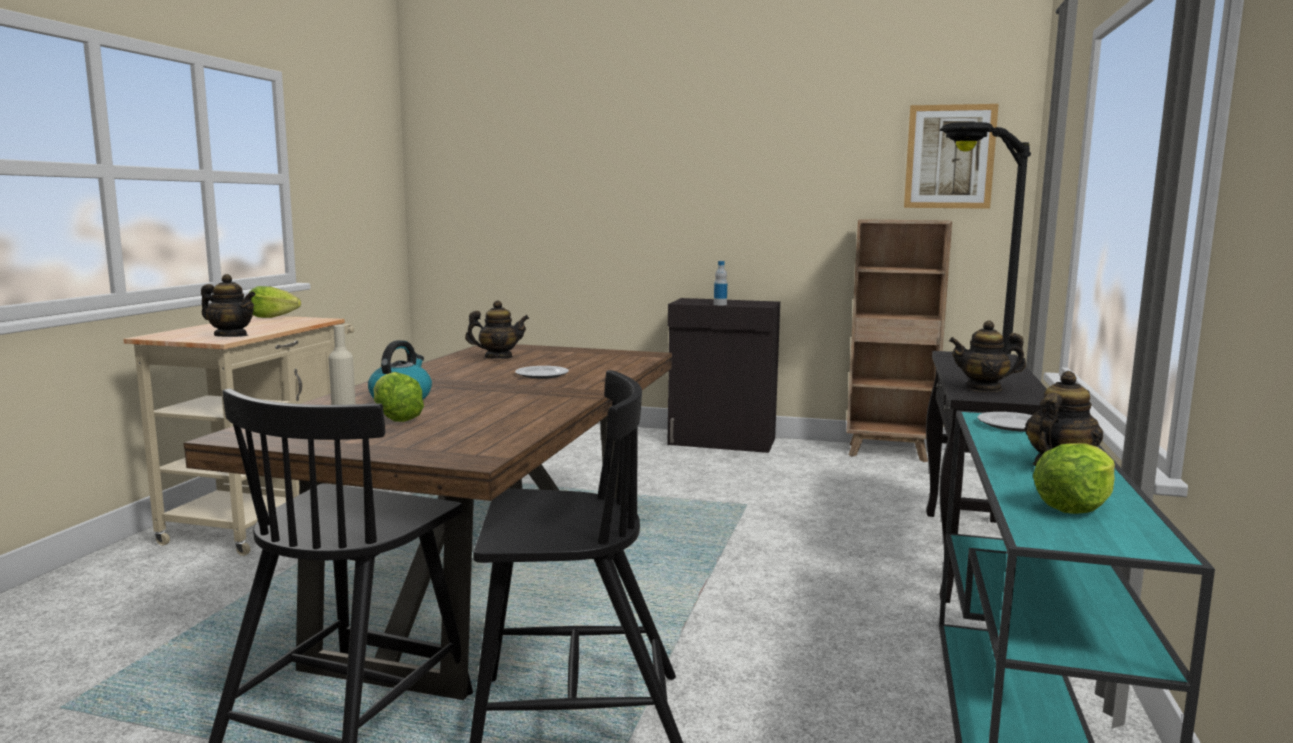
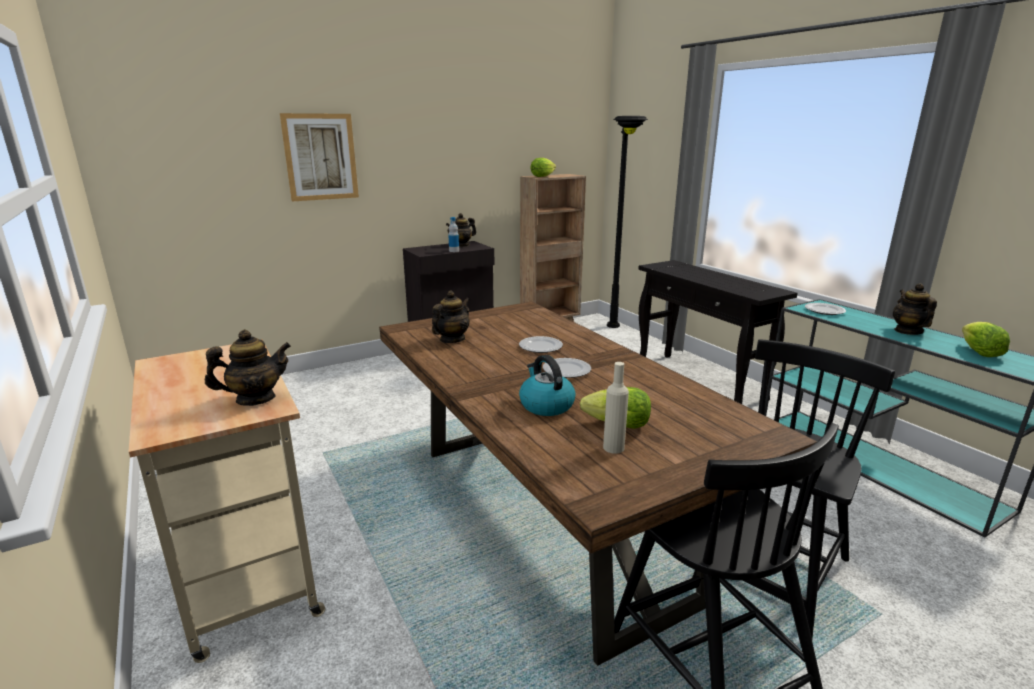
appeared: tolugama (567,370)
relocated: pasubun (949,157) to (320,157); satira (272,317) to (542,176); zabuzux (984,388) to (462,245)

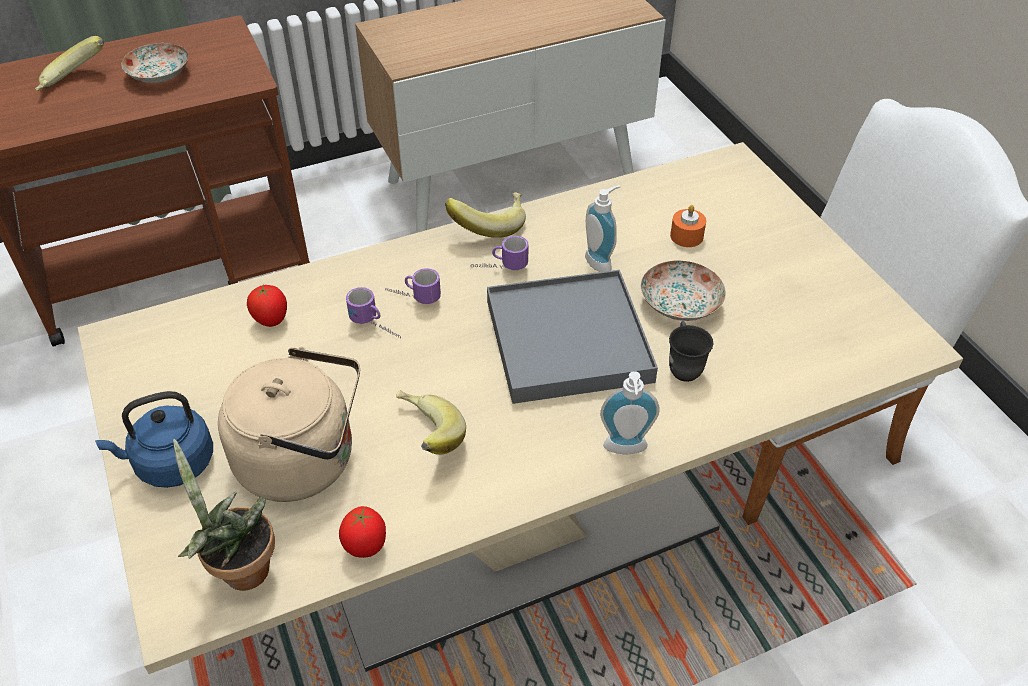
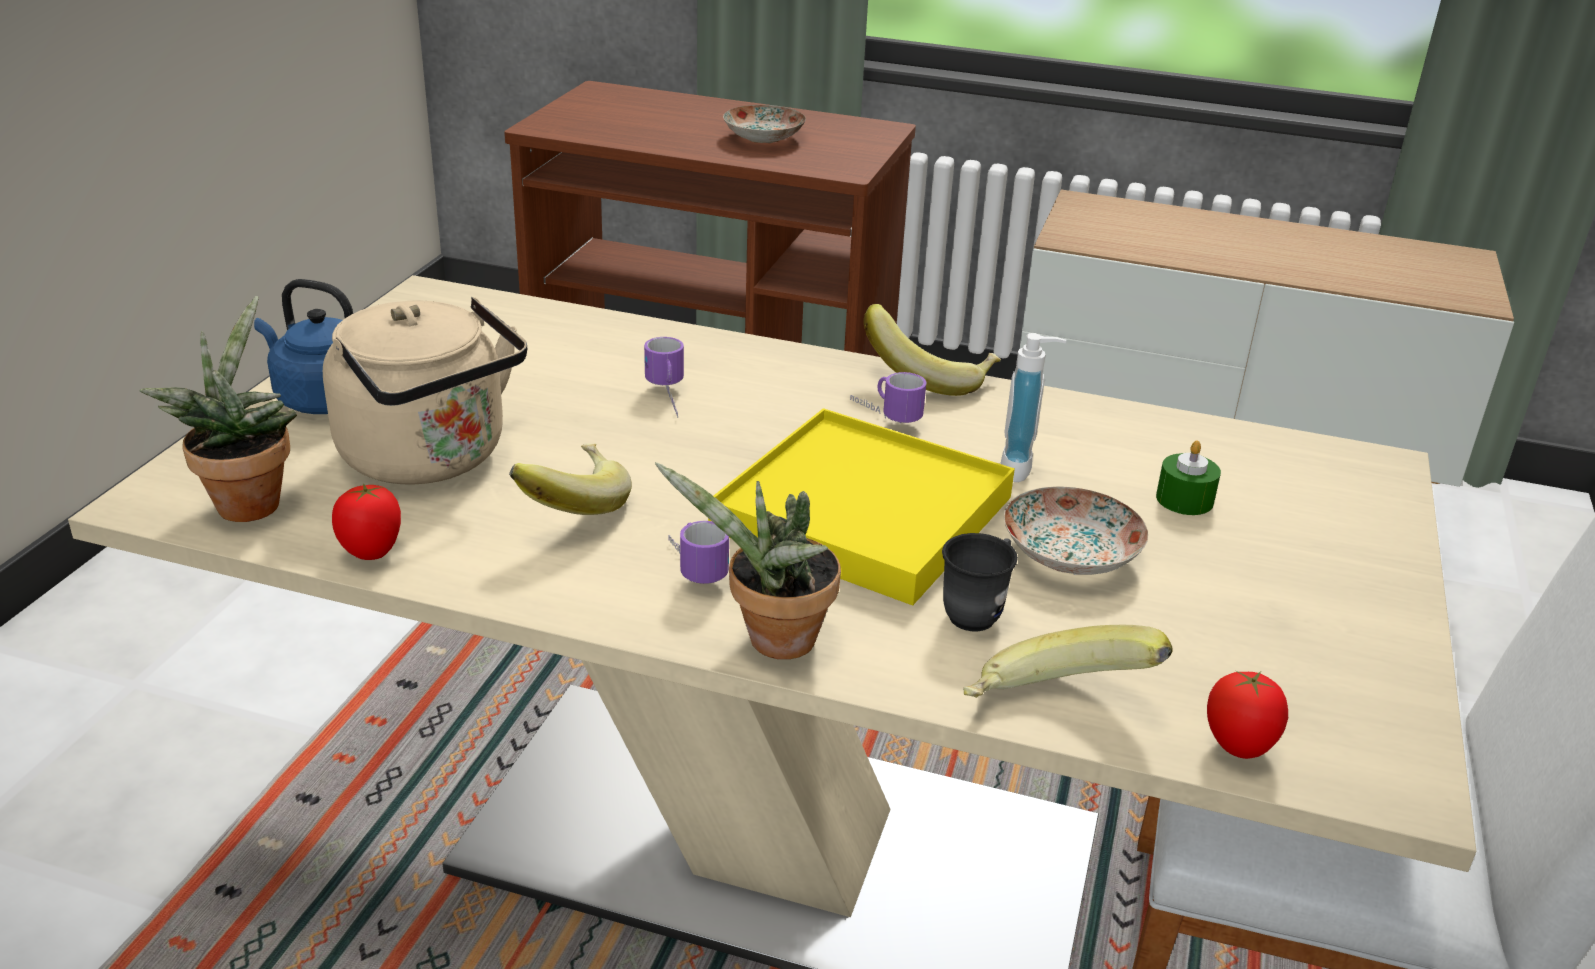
relocated: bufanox (75,83) to (1056,708); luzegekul (413,297) to (692,568); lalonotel (271,321) to (1238,748)
exchanged: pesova (625,450) to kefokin (772,642)
colour: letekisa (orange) (686,236) to letekisa (green) (1184,499); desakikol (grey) (568,341) to desakikol (yellow) (863,514)

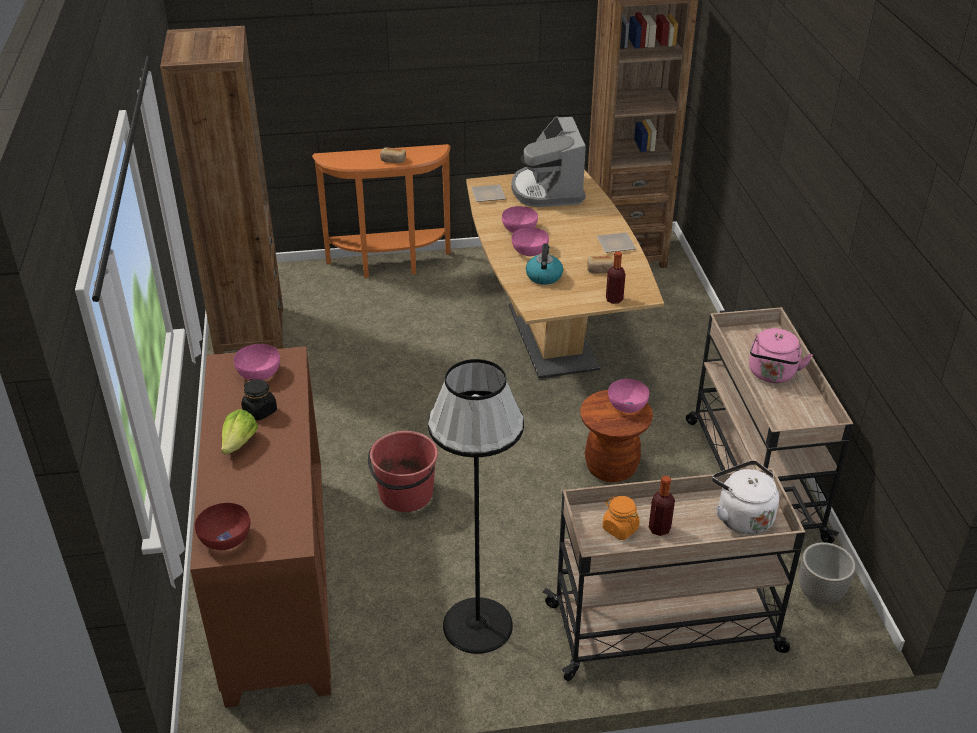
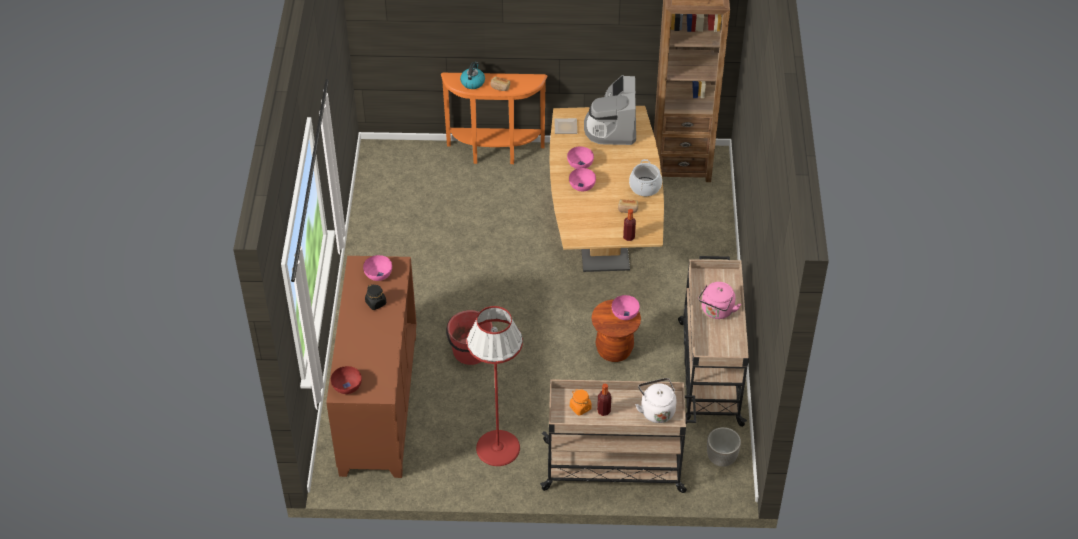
missing: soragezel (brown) (249,332); satira (239,443)
relocated: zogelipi (544,276) to (472,82)
exchanged: tolugama (614,244) to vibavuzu (645,187)
colour: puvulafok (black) (477,625) to puvulafok (red) (497,448)

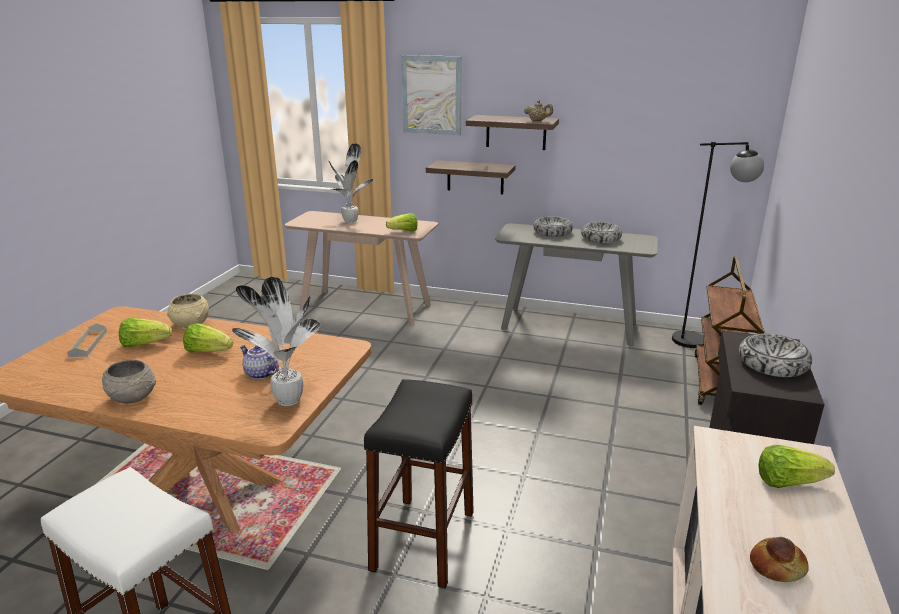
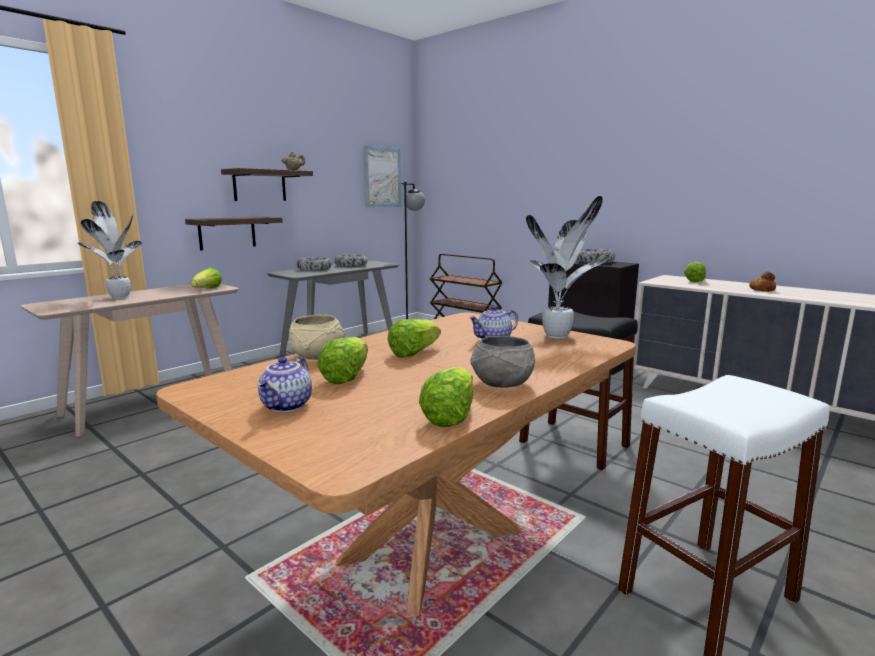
appeared: satira (450,416)
relocated: pasubun (431,95) to (382,177)
exchanged: desakikol (grey) (88,343) to zabuzux (287,406)

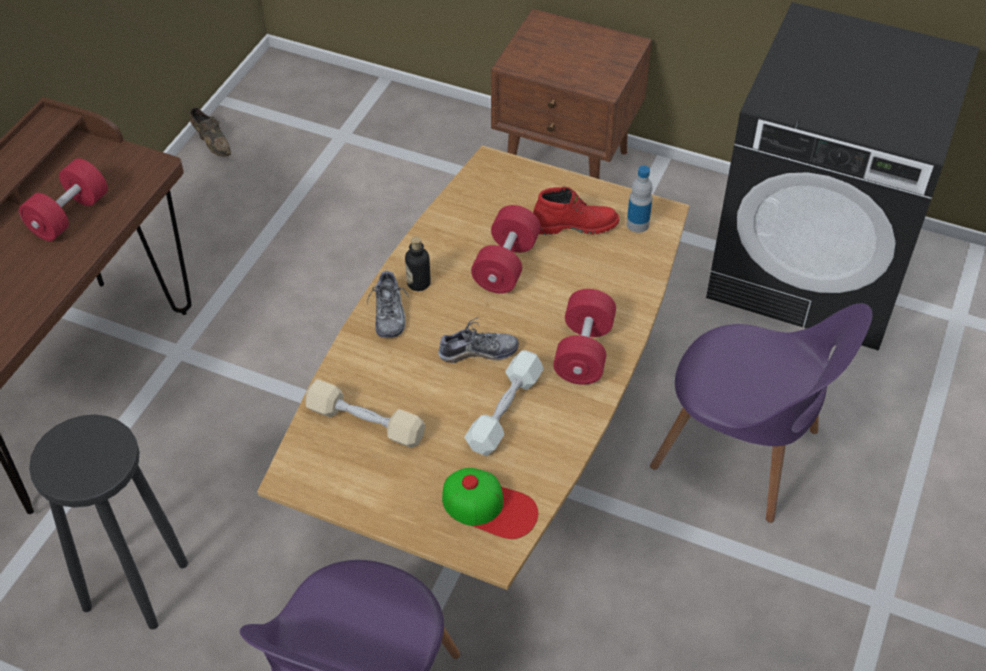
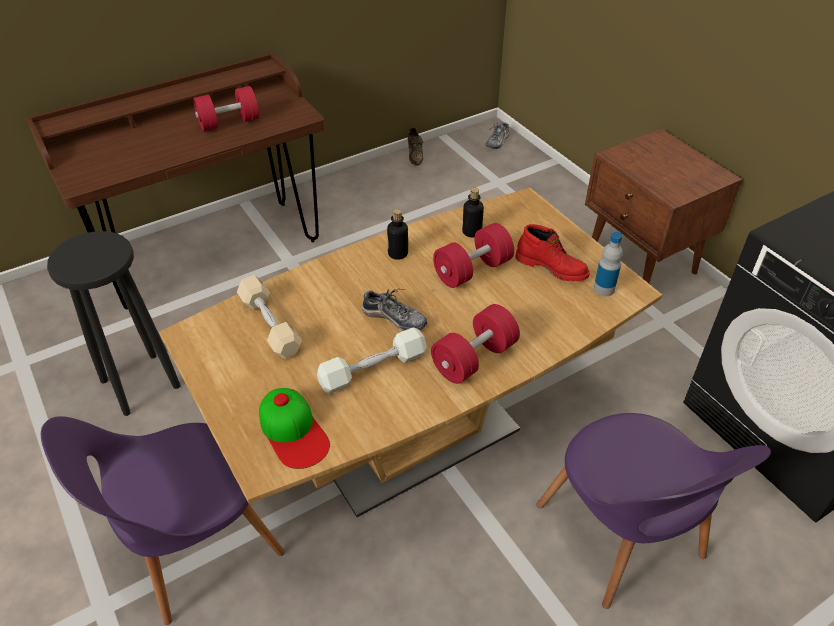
appeared: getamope (472,232)
relocated: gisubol (389,313) to (497,141)

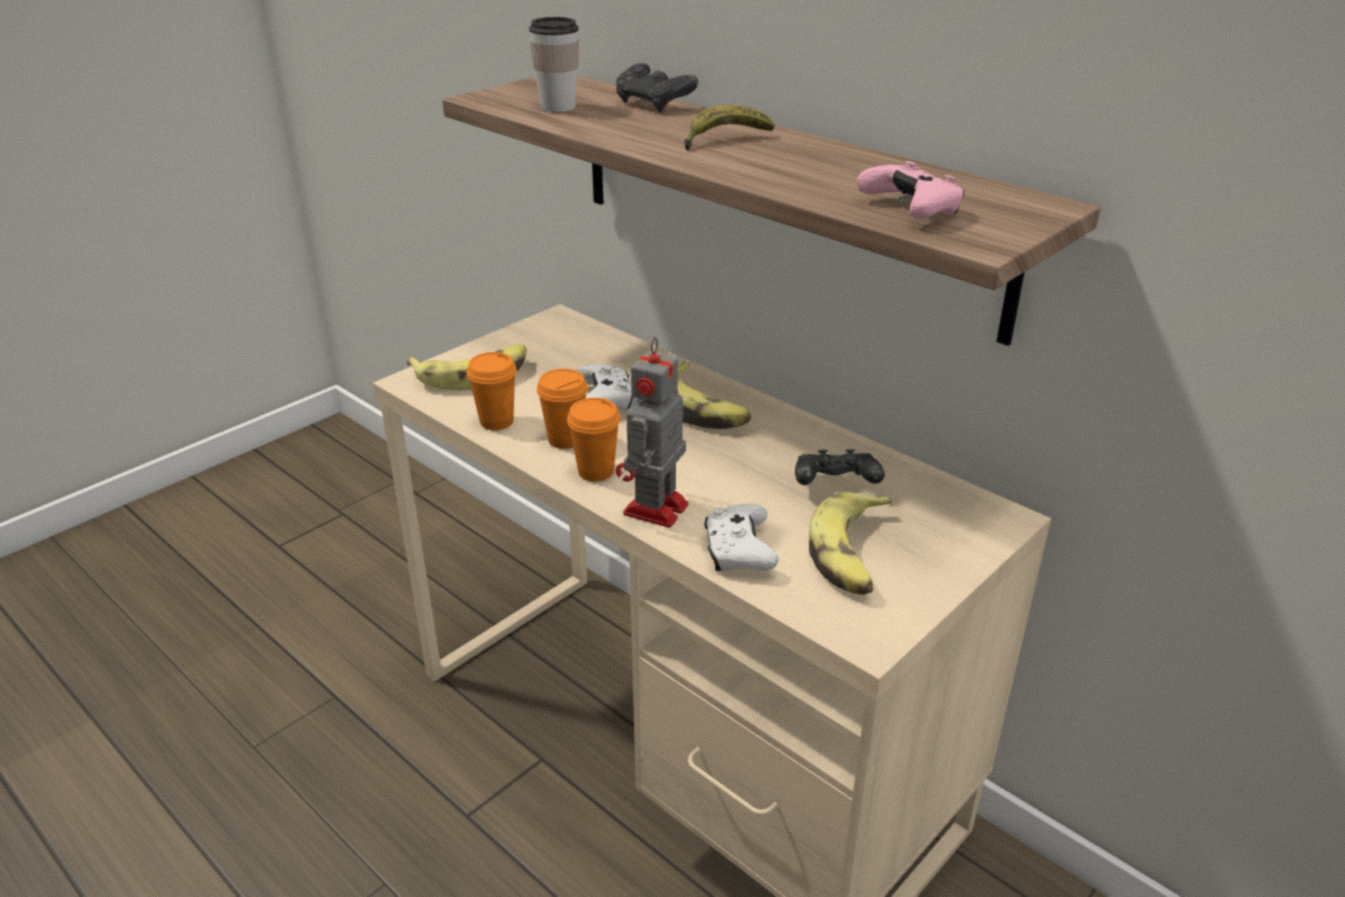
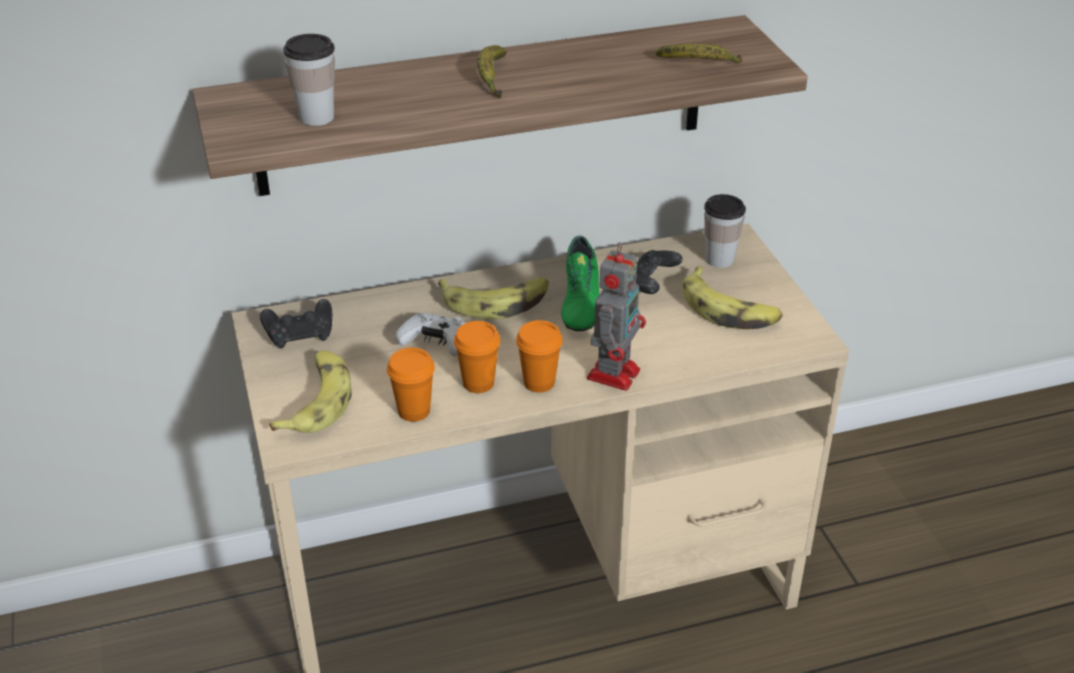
missing: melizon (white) (738,551)
appeared: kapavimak (719,259); gisubol (green) (579,302)
relocated: melizon (black) (654,104) to (300,336)
exchanged: melizon (pink) (911,209) to bufanox (699,66)
spun: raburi (654,511) = (614,372) 120 degrees counterclockwise

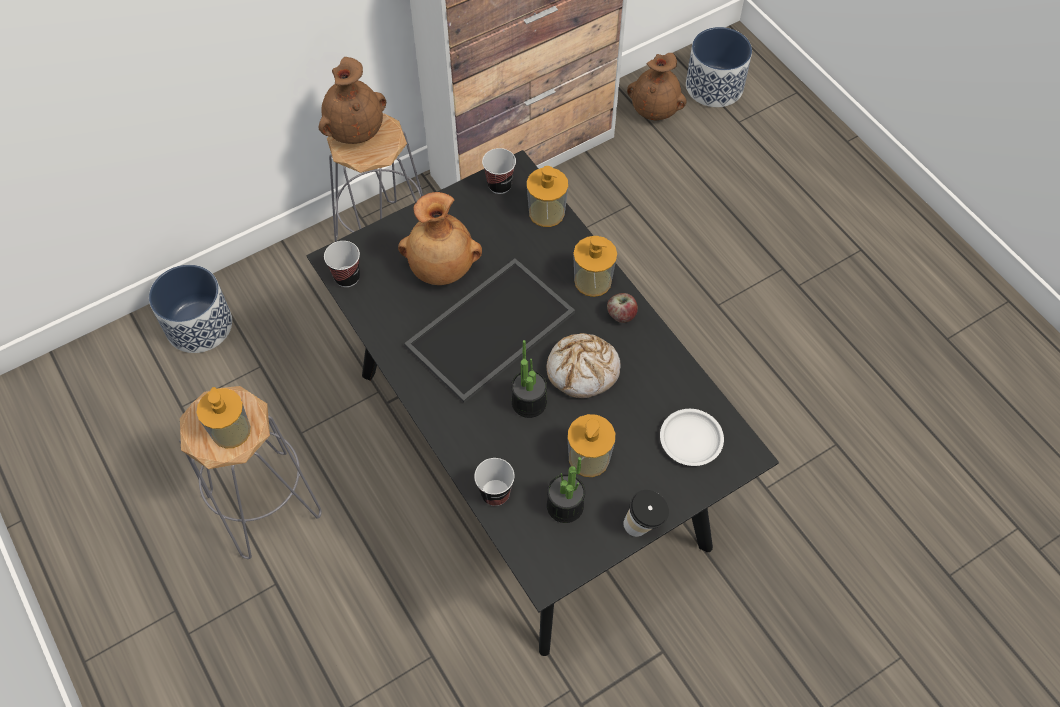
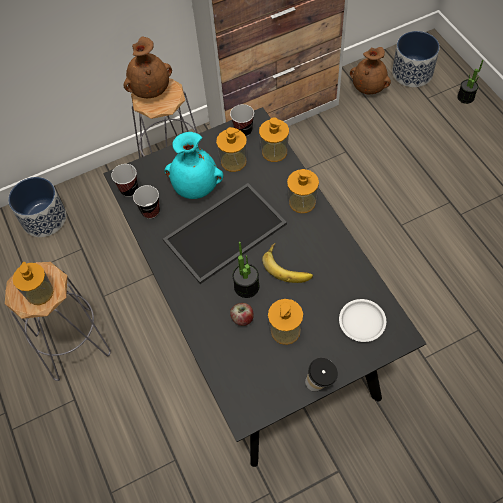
appeared: pesova (233,161)
relocated: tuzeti (621,315) to (242,318); kefokin (565,506) to (465,97); kapavimak (495,493) to (150,211)
exchanged: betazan (583,370) to bufanox (288,266)
colour: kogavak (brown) (442,269) to kogavak (turquoise) (196,187)

